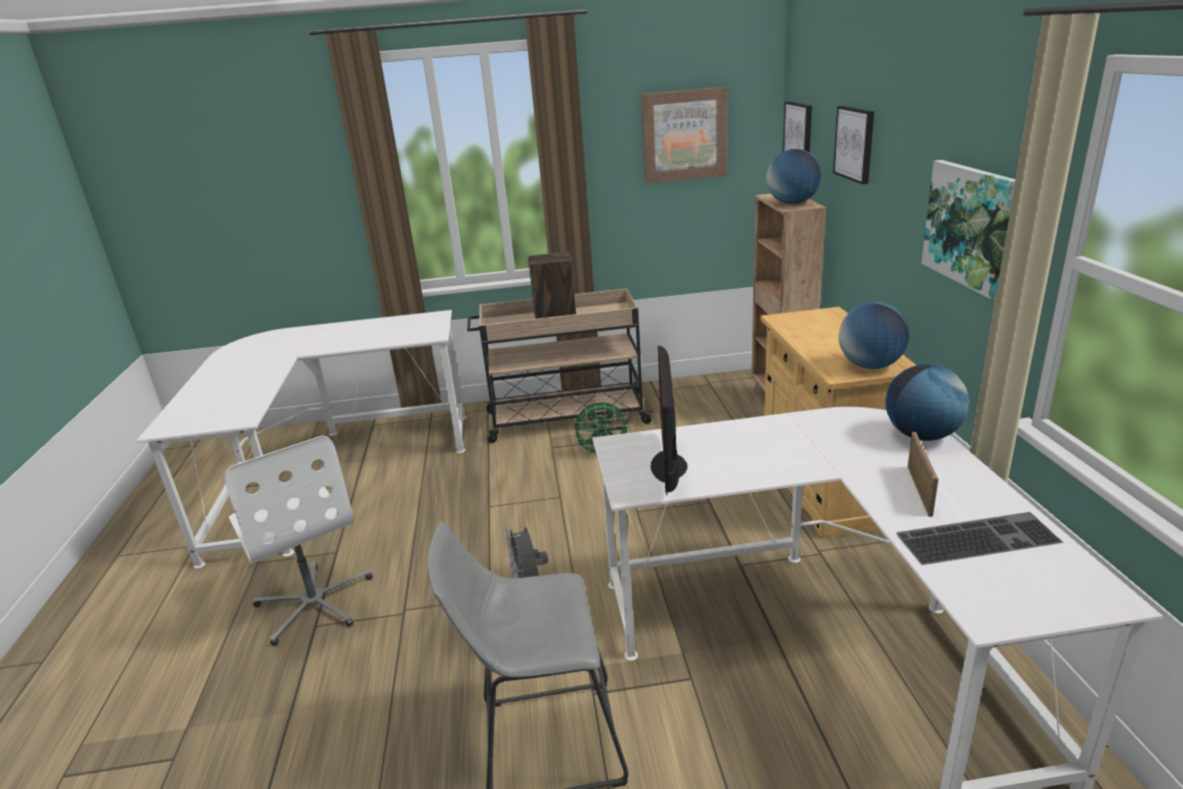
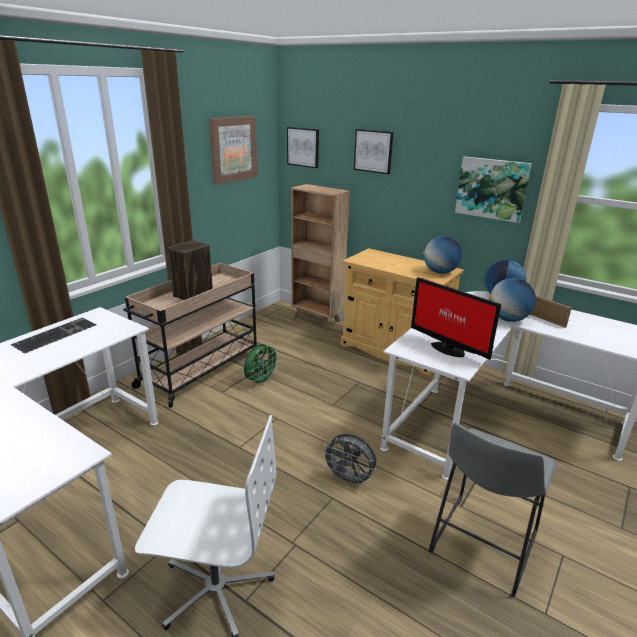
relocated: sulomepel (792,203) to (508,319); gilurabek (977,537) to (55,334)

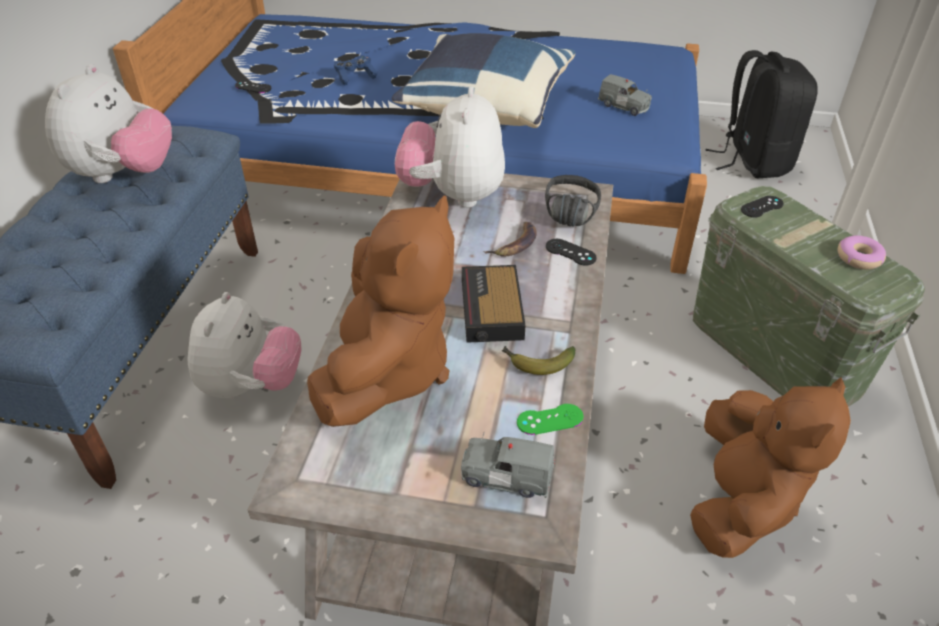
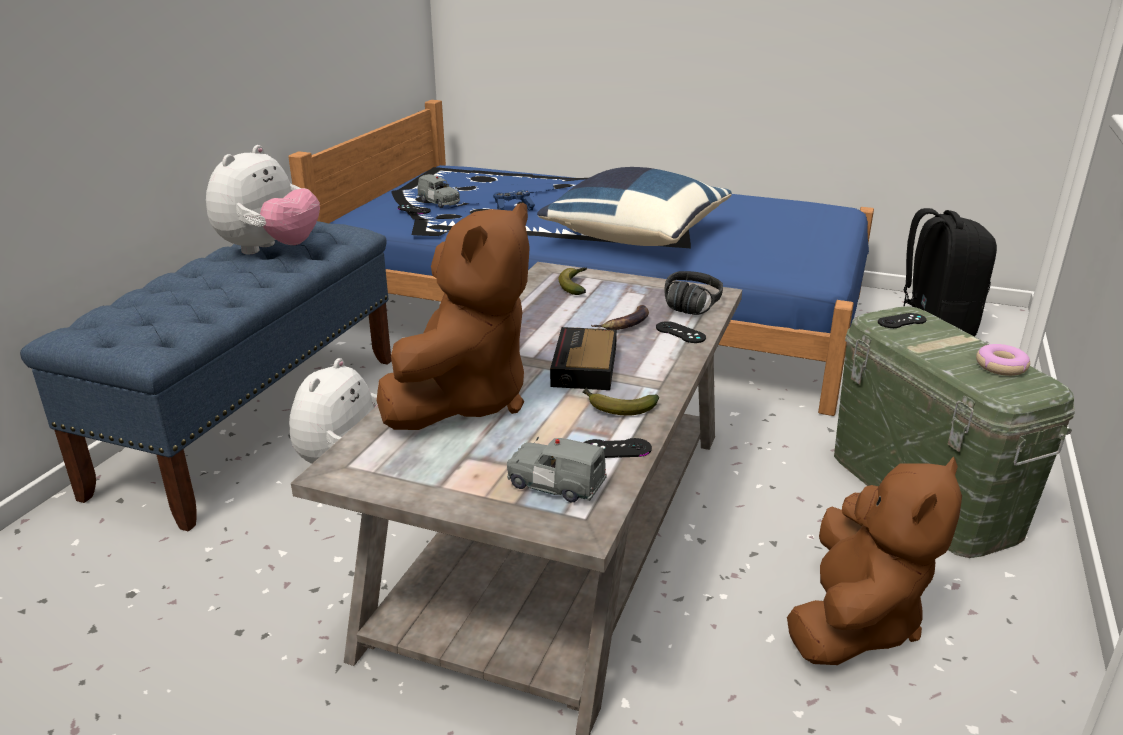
relocated: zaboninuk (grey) (624,106) to (439,202)
exchanged: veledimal (453,195) to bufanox (575,285)
colour: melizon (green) (550,419) to melizon (black) (615,449)

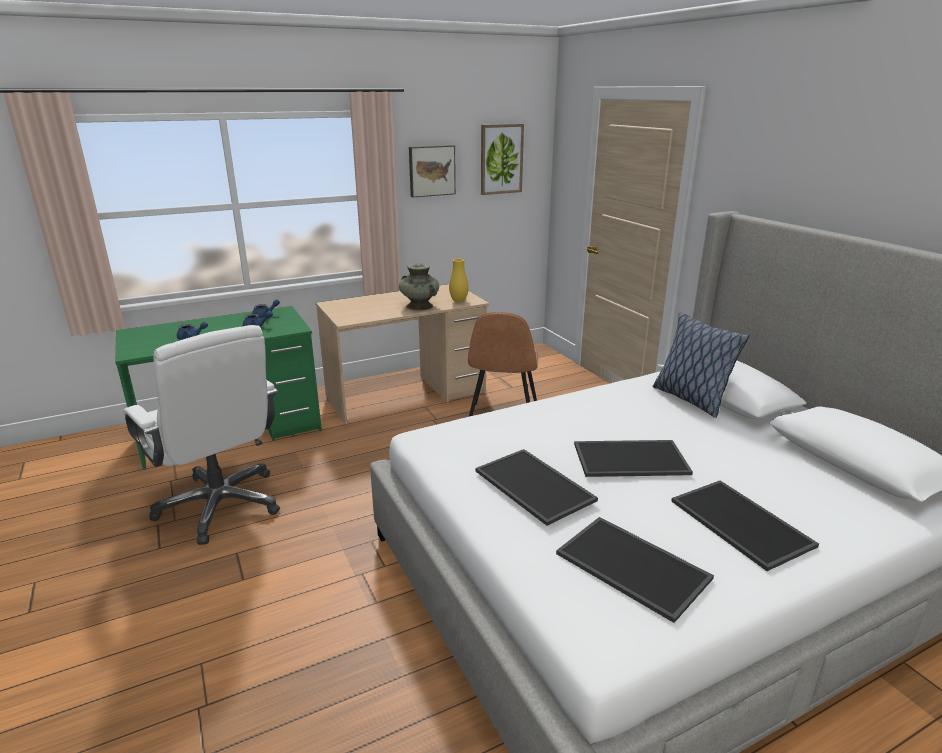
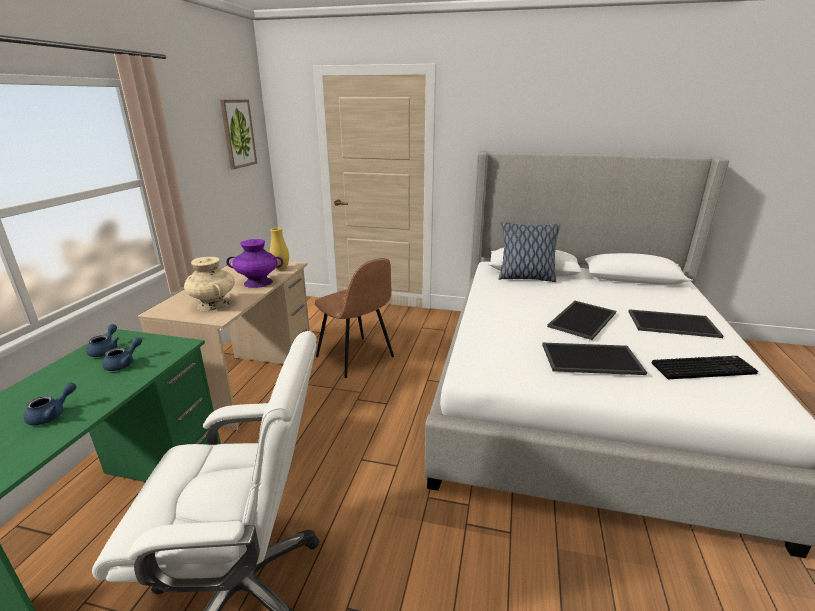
missing: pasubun (431,170)
appeared: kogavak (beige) (213,305)
exchanged: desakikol (635,565) to gilurabek (703,368)
colour: kogavak (turquoise) (419,306) to kogavak (purple) (258,283)

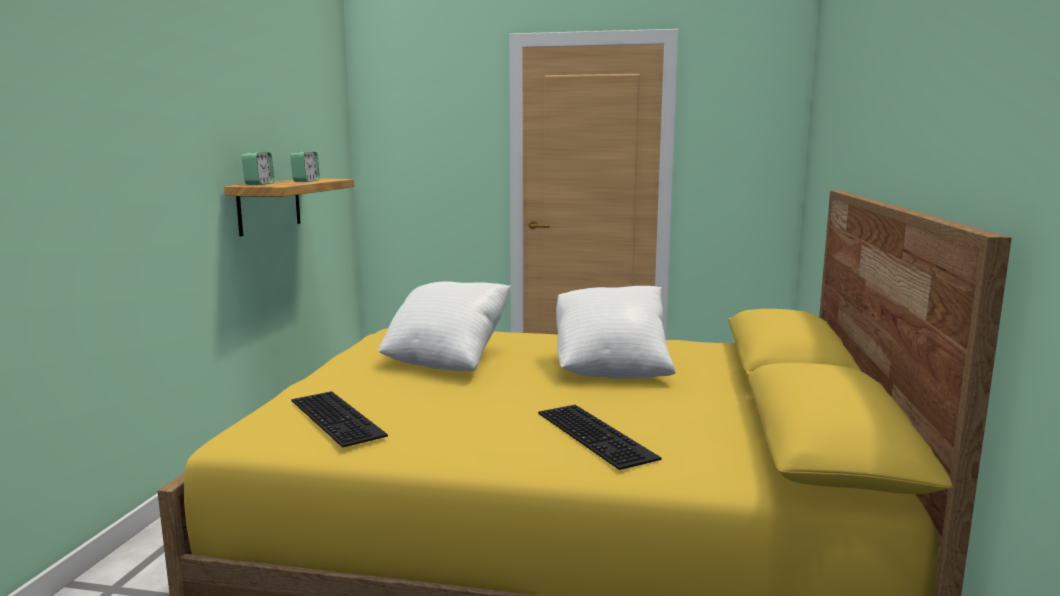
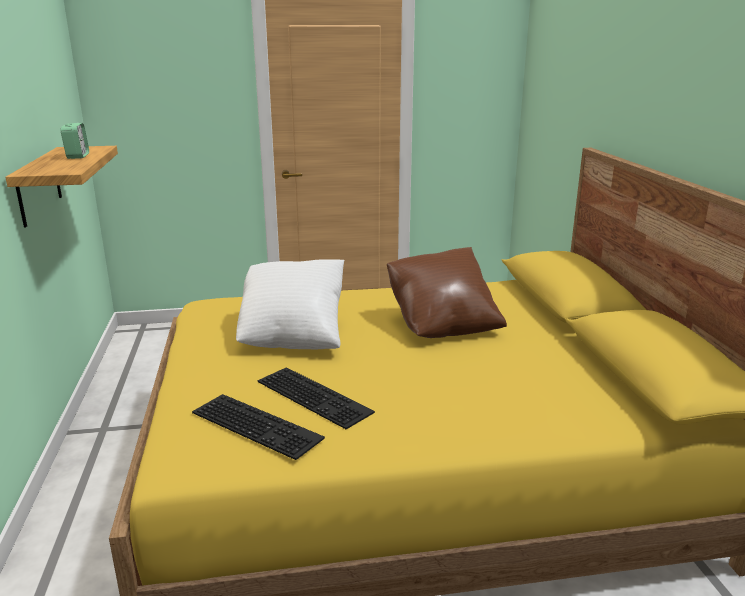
missing: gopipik (259,184)
relocated: gilurabek (598,434) to (316,396)
colour: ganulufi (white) (611,369) to ganulufi (brown) (442,325)

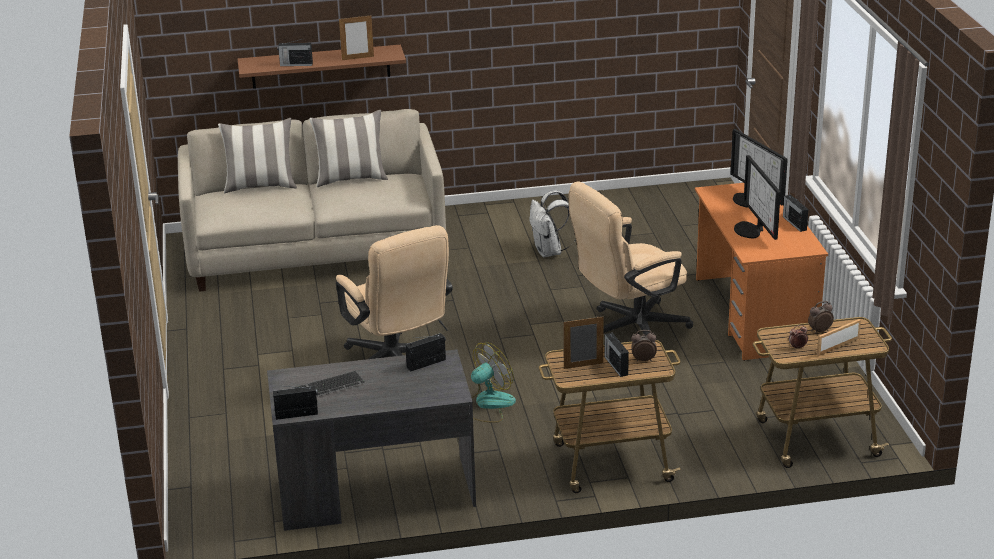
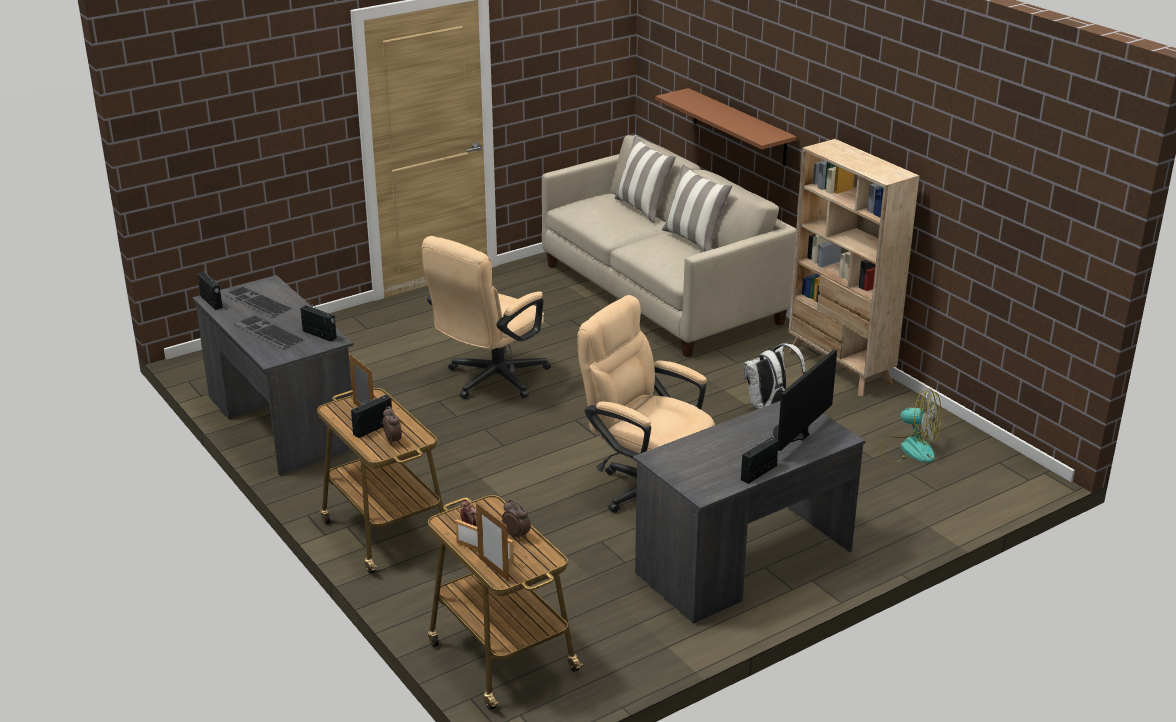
missing: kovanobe (295,64); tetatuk (751,230)
appeared: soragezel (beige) (839,368); gilurabek (267,332)
relocated: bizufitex (357,58) to (493,569); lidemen (487,405) to (908,449)
colour: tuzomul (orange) (754,315) to tuzomul (grey) (743,562)

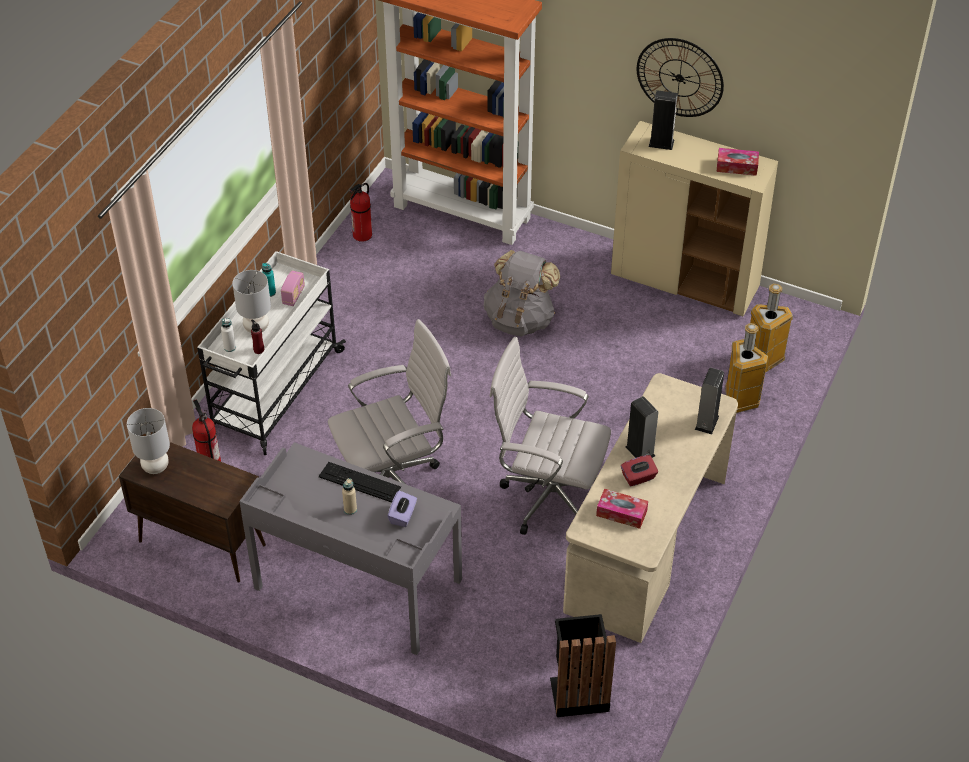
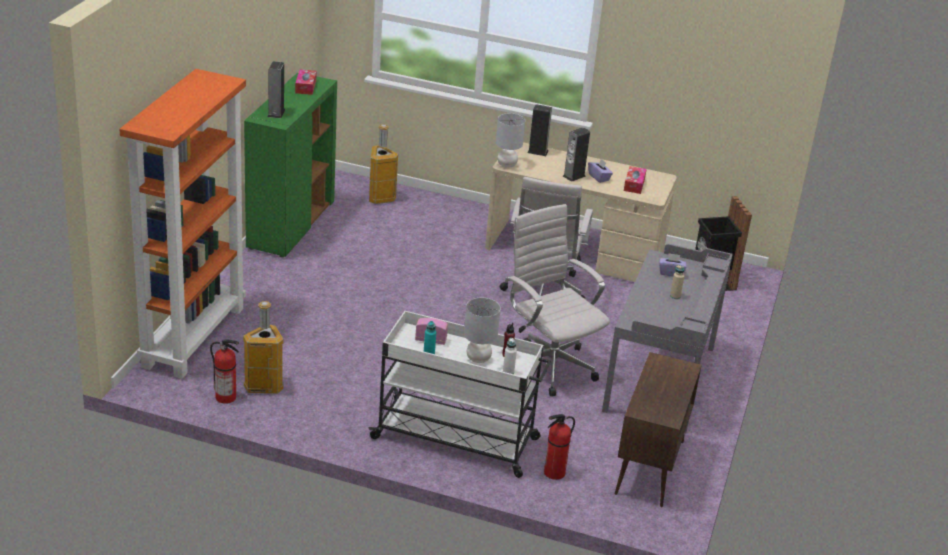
missing: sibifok (679,77); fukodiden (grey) (520,319); gilurabek (359,482)
relocated: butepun (739,399) to (263,387); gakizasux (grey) (155,467) to (507,165)
colour: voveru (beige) (685,281) to voveru (green) (291,225); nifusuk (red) (638,477) to nifusuk (purple) (599,177)

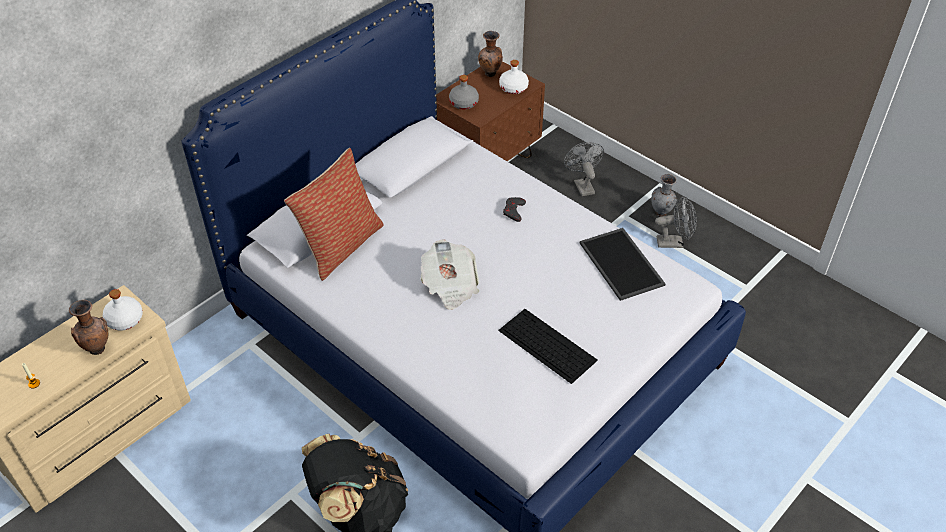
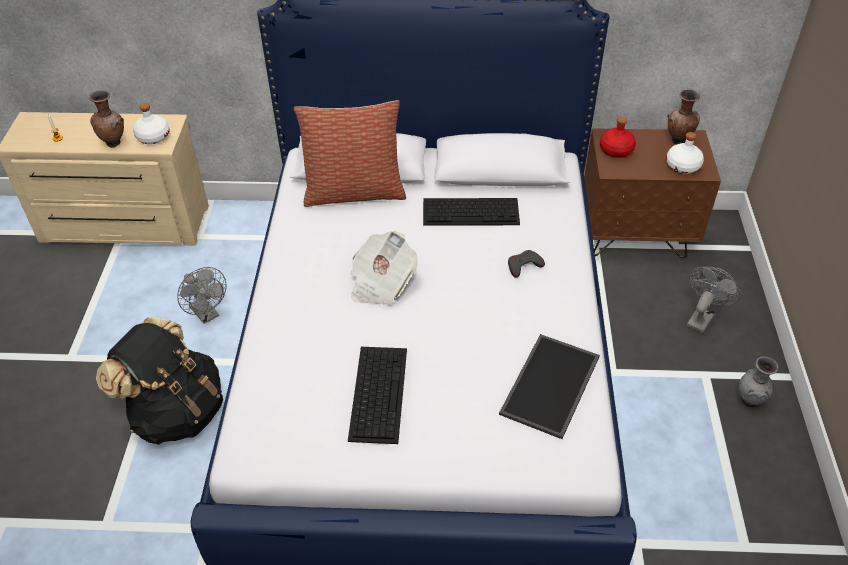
appeared: gilurabek (471,211)
relocated: lidemen (grey) (674,242) to (207,314)
colour: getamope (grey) (464,103) to getamope (red) (616,150)

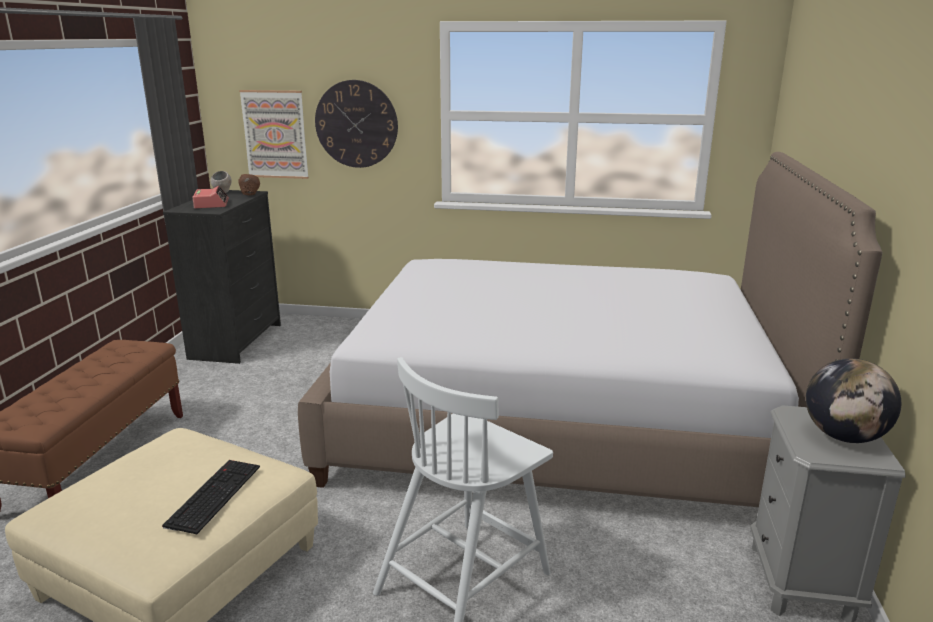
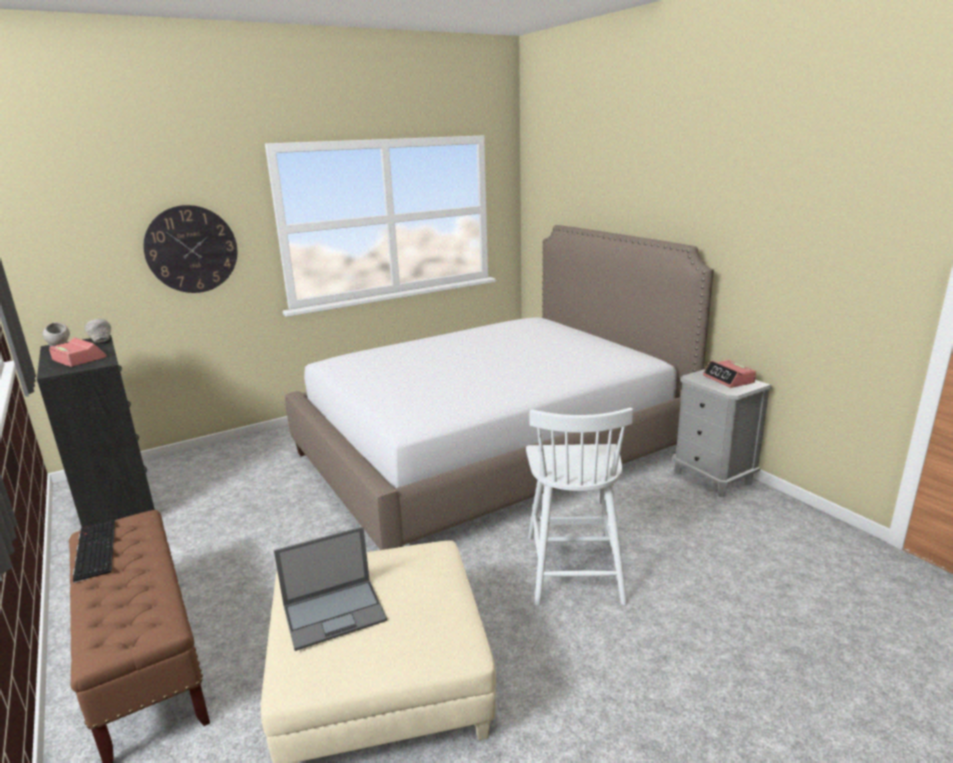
missing: pasubun (275,134)
appeared: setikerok (335,613)
relocated: gilurabek (213,494) to (94,550)
exchanged: sulomepel (844,437) to gopipik (728,379)
colour: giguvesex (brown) (250,195) to giguvesex (grey) (101,342)

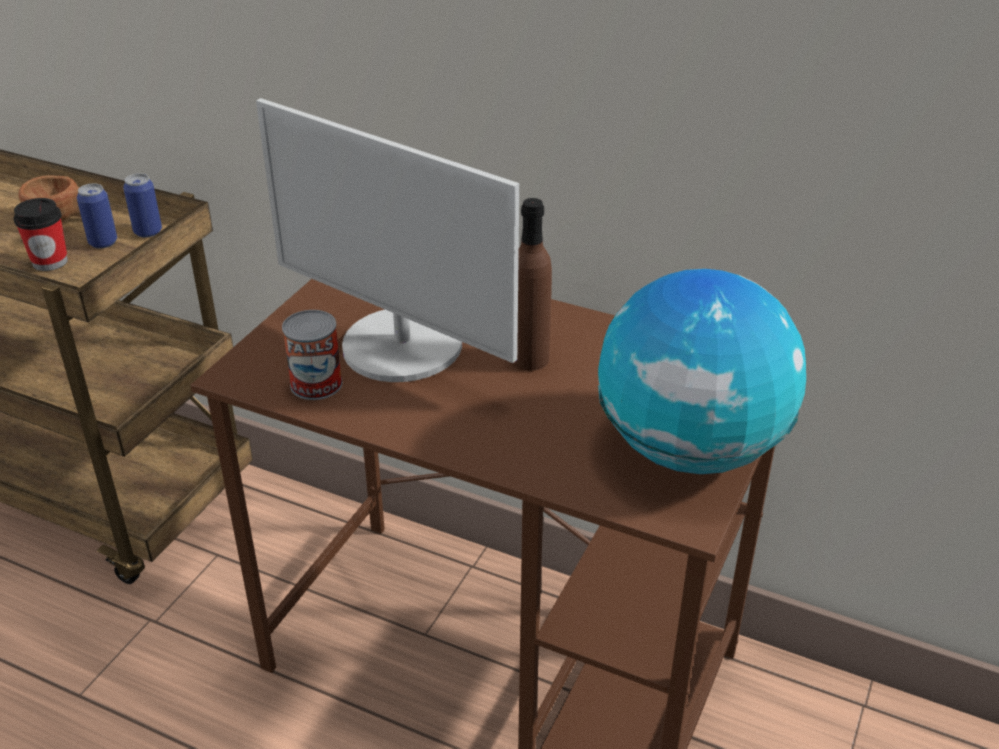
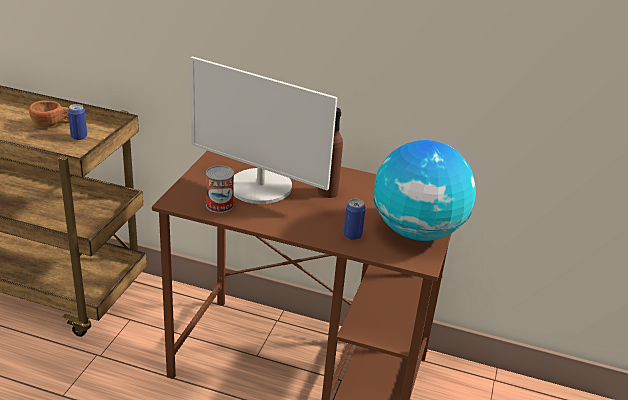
missing: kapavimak (50,262)
relocated: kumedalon (148,232) to (352,236)

